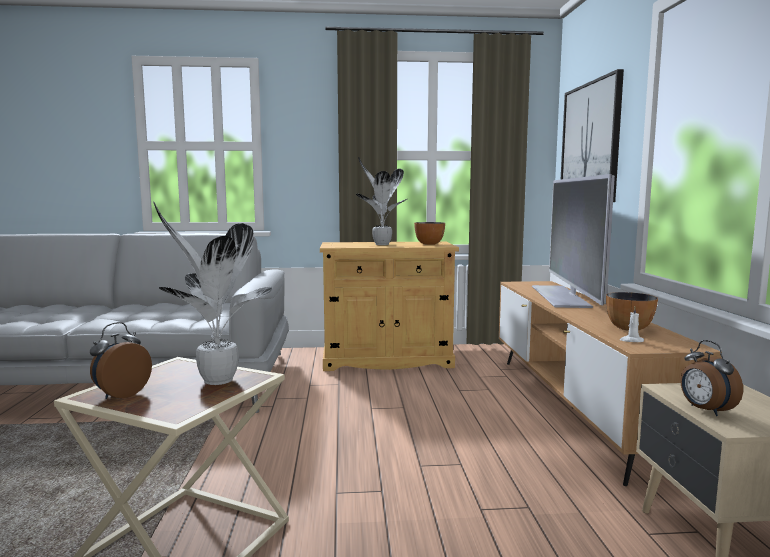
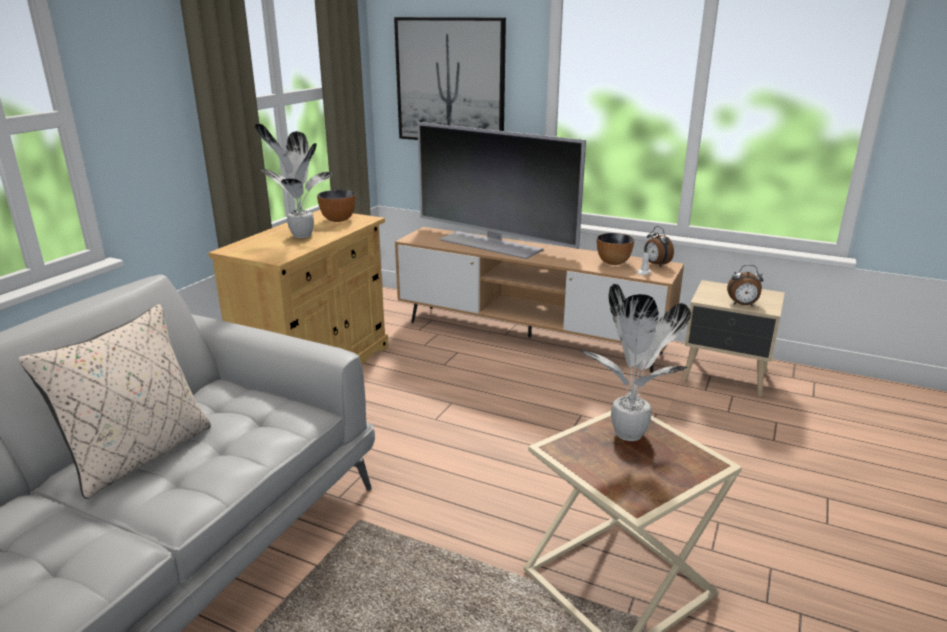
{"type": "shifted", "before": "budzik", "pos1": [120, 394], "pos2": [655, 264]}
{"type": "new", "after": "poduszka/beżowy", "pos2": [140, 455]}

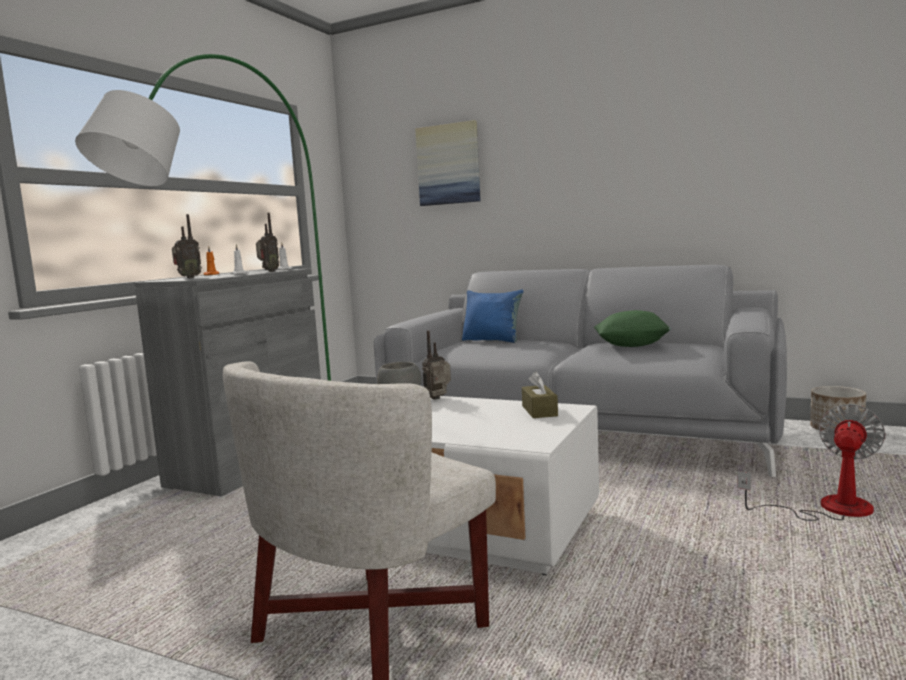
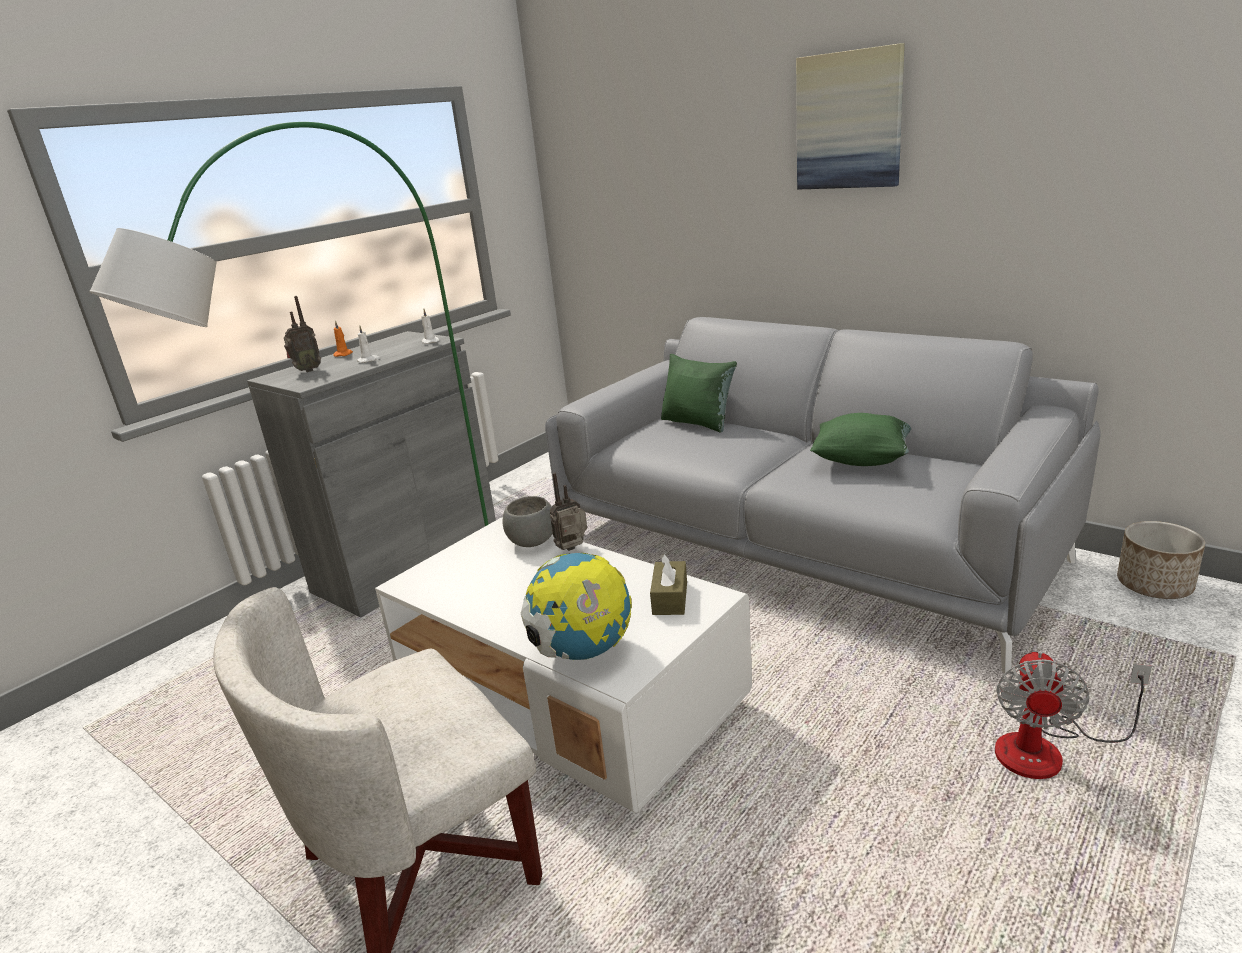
{"type": "gone", "before": "radio", "pos1": [268, 271]}
{"type": "shifted", "before": "obraz", "pos1": [448, 164], "pos2": [849, 121]}
{"type": "repainted", "before": "poduszka/niebieski", "after": "poduszka/zielony", "pos1": [492, 340], "pos2": [698, 423]}
{"type": "rotated", "before": "wentylator", "pos1": [828, 509], "pos2": [1047, 750], "turn": 150}
{"type": "new", "after": "globus", "pos2": [582, 652]}

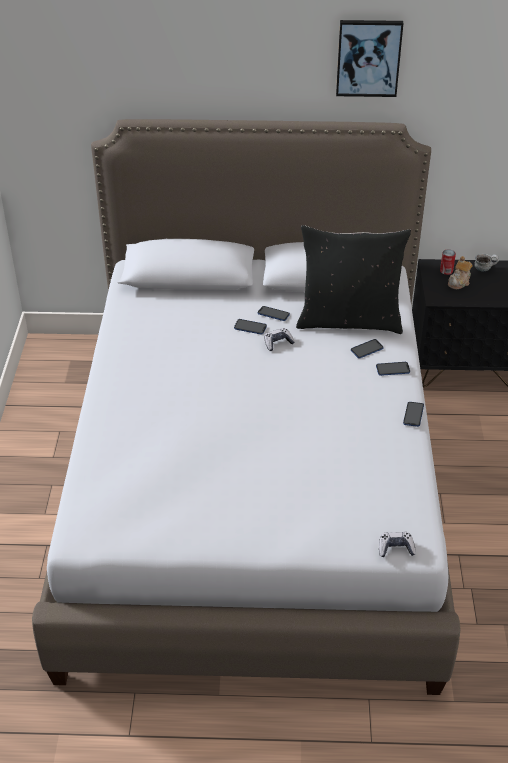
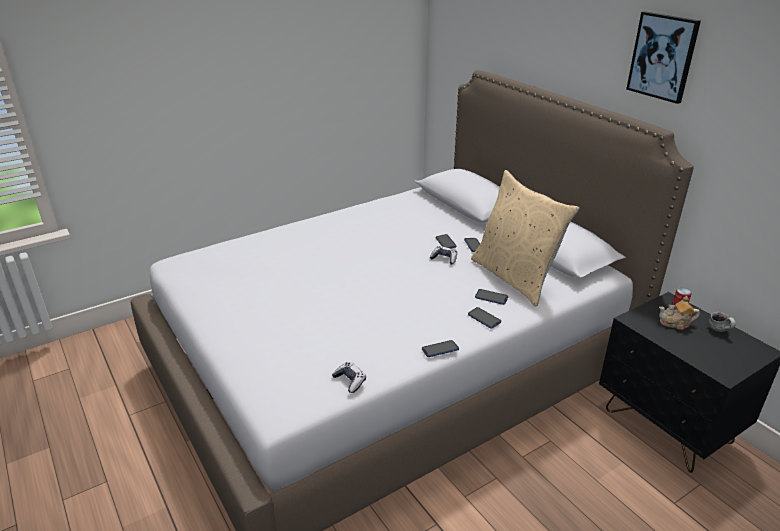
{"type": "repainted", "before": "poduszka/czarny", "after": "poduszka/beżowy", "pos1": [349, 320], "pos2": [515, 277]}
{"type": "shifted", "before": "pad do gier", "pos1": [395, 548], "pos2": [350, 381]}

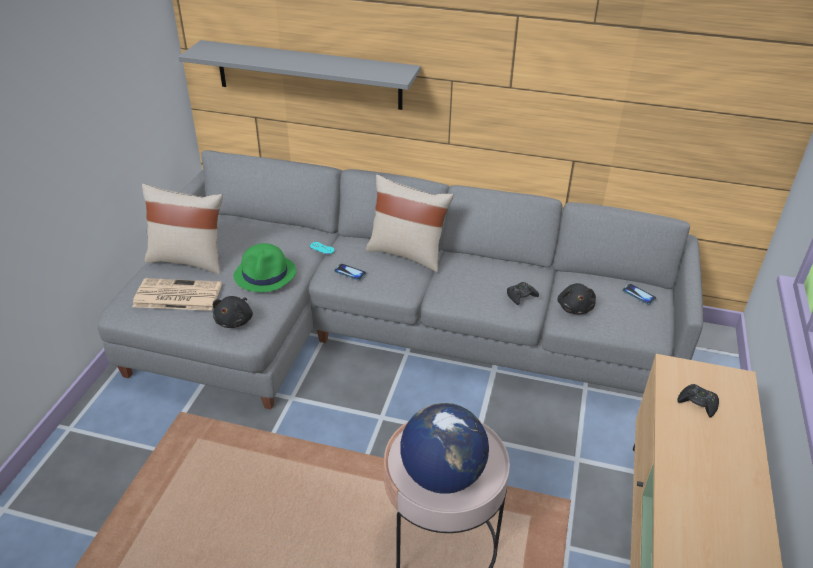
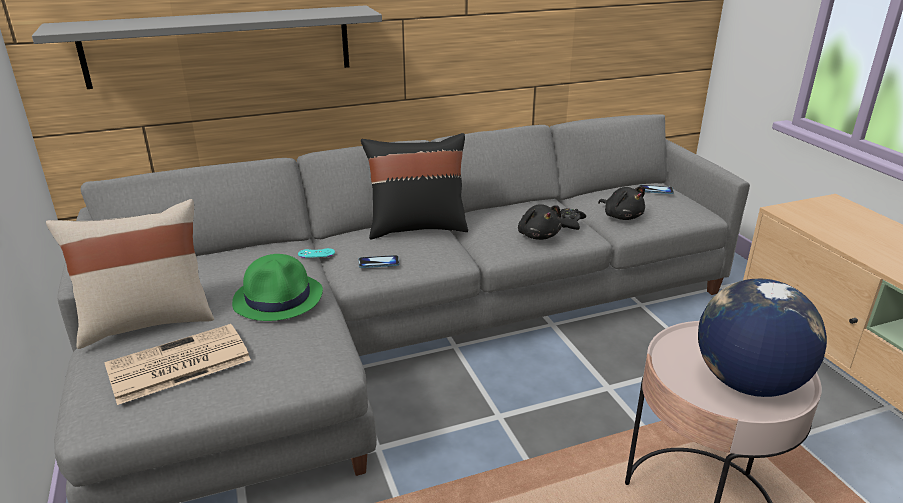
{"type": "shifted", "before": "pluszak/czarny", "pos1": [235, 321], "pos2": [538, 235]}
{"type": "repainted", "before": "poduszka/beżowy", "after": "poduszka/czarny", "pos1": [407, 253], "pos2": [417, 227]}
{"type": "gone", "before": "pad do gier/czarny", "pos1": [698, 403]}

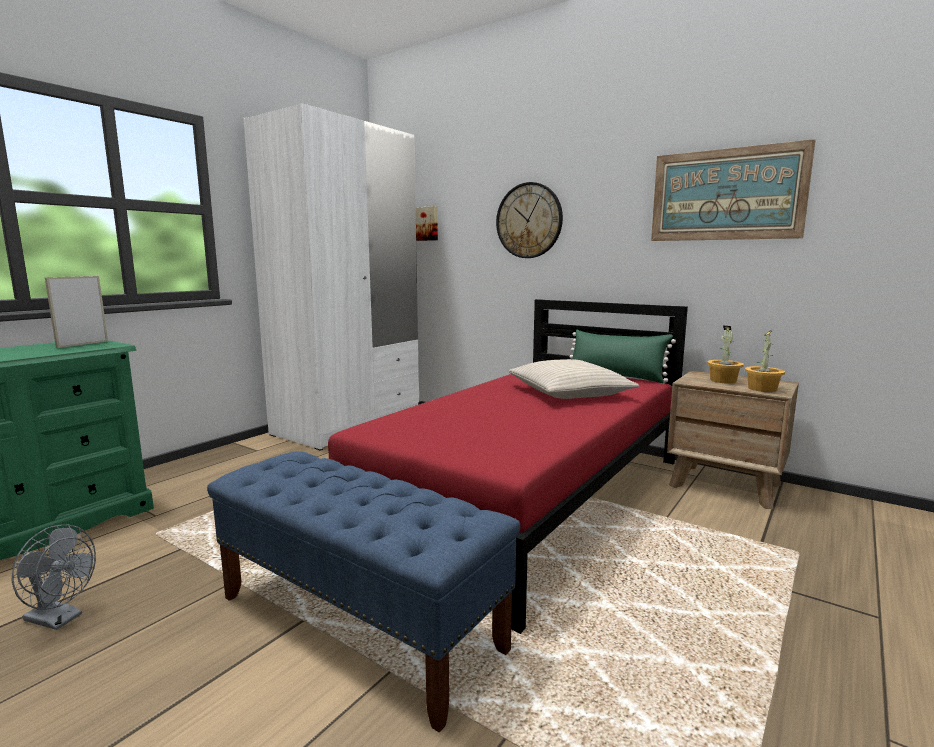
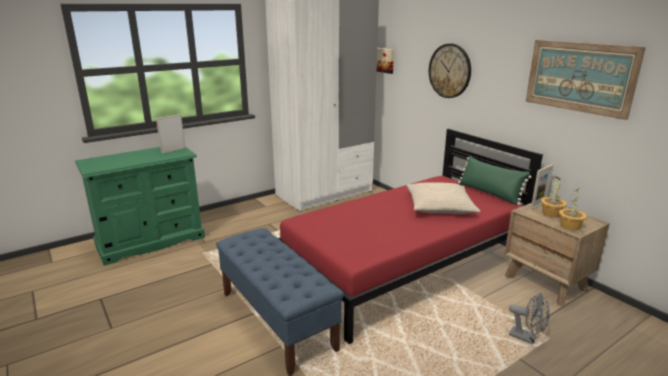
{"type": "shifted", "before": "wentylator/szary", "pos1": [60, 619], "pos2": [527, 338]}
{"type": "new", "after": "ramka na zdjęcie", "pos2": [538, 205]}

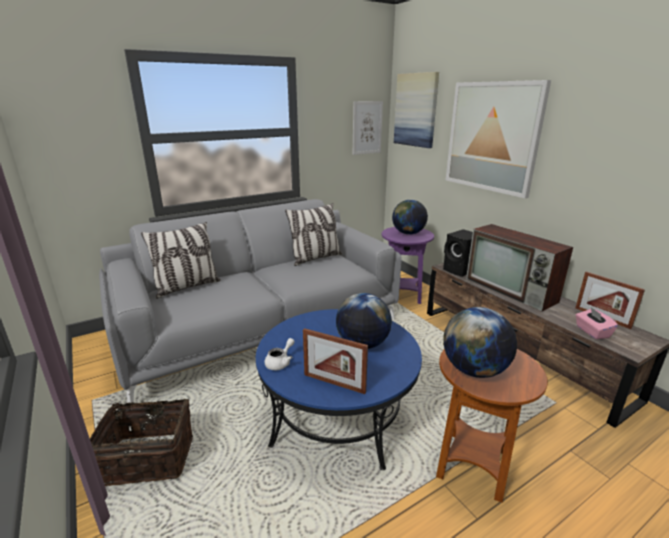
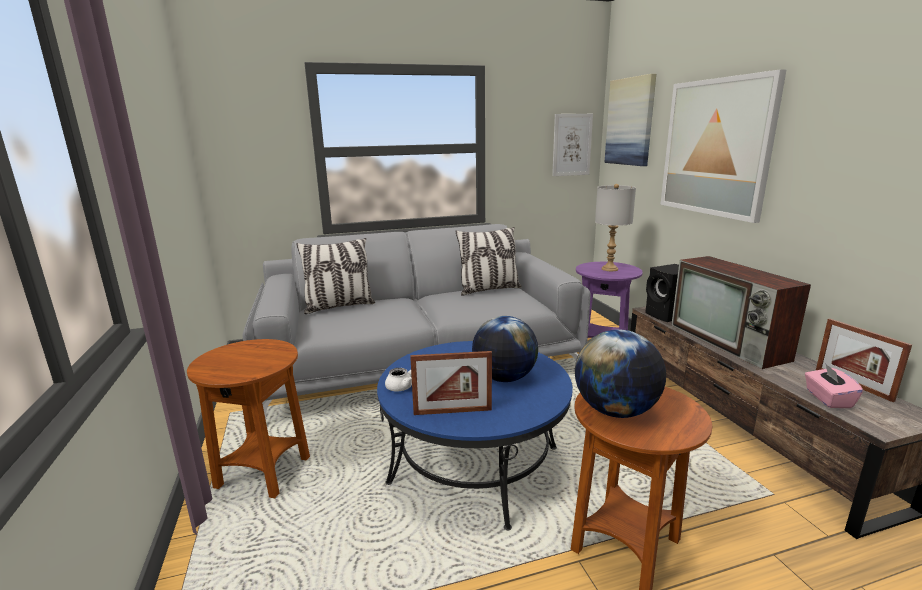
{"type": "swapped", "before": "koszyk", "after": "stolik/brązowy", "pos1": [149, 456], "pos2": [264, 472]}
{"type": "rotated", "before": "ramka na zdjęcie", "pos1": [334, 383], "pos2": [452, 411], "turn": -45}
{"type": "swapped", "before": "globus", "after": "lampa stołowa/szary", "pos1": [408, 233], "pos2": [609, 269]}

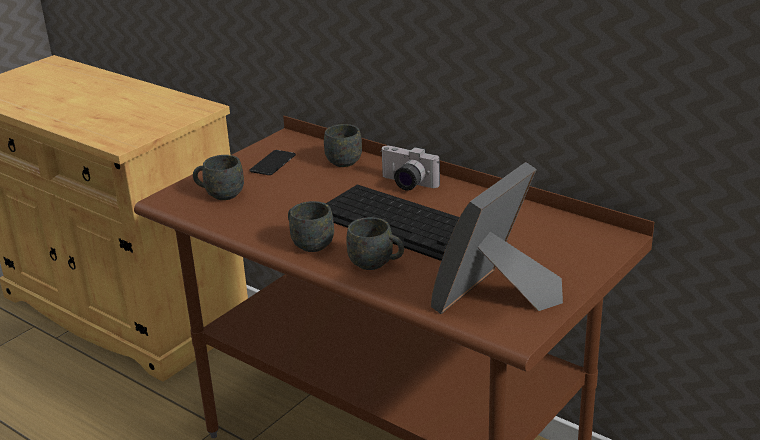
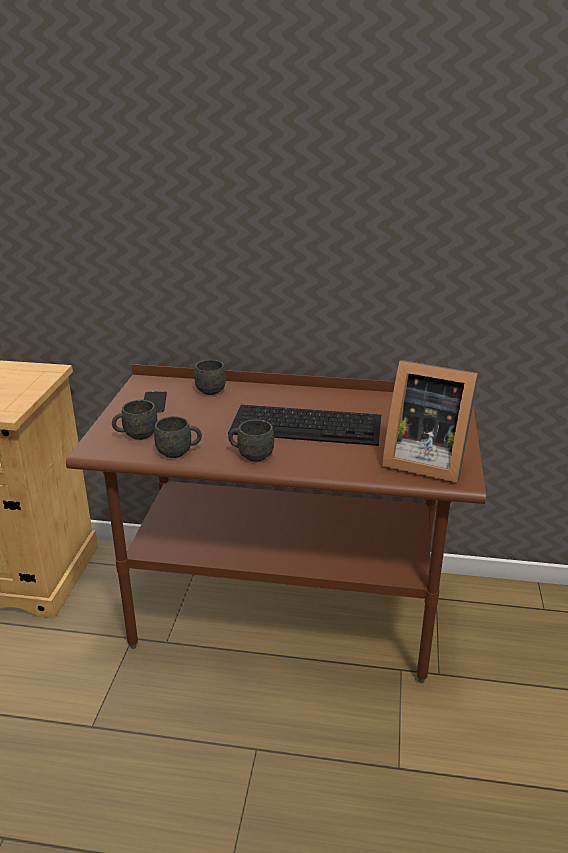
{"type": "shifted", "before": "kubek/szary", "pos1": [376, 264], "pos2": [179, 452]}
{"type": "gone", "before": "aparat fotograficzny", "pos1": [406, 184]}
{"type": "rotated", "before": "ramka na zdjęcie", "pos1": [495, 298], "pos2": [423, 460], "turn": -75}

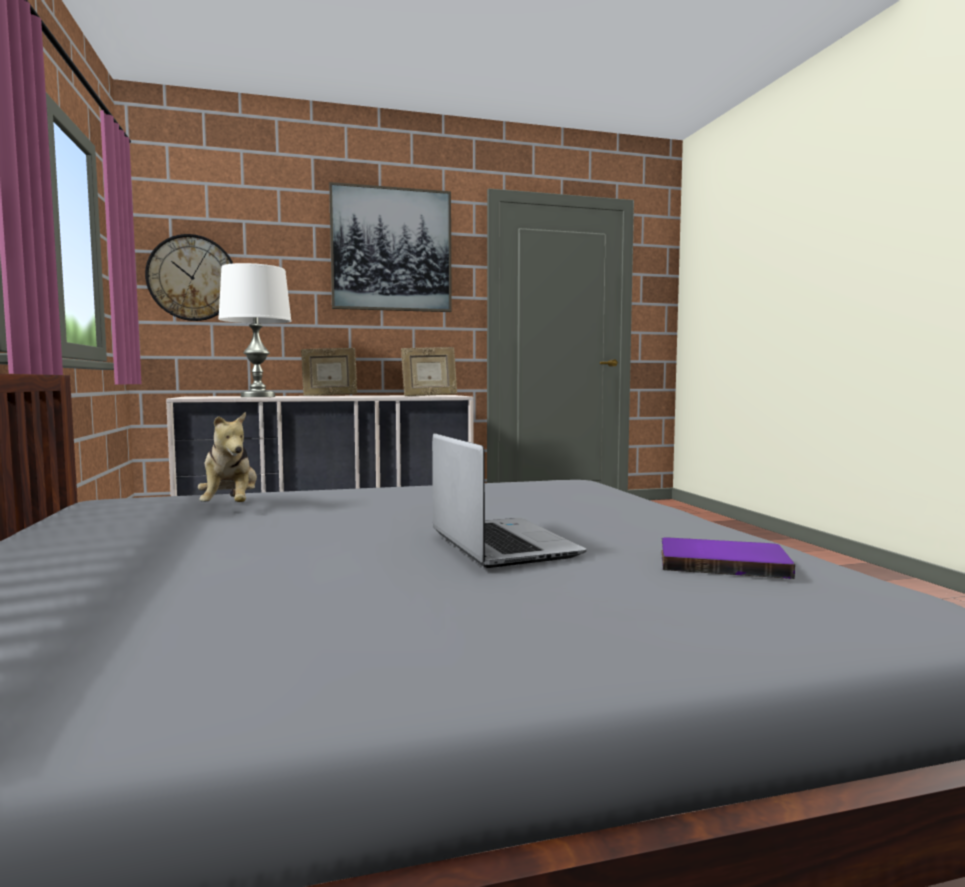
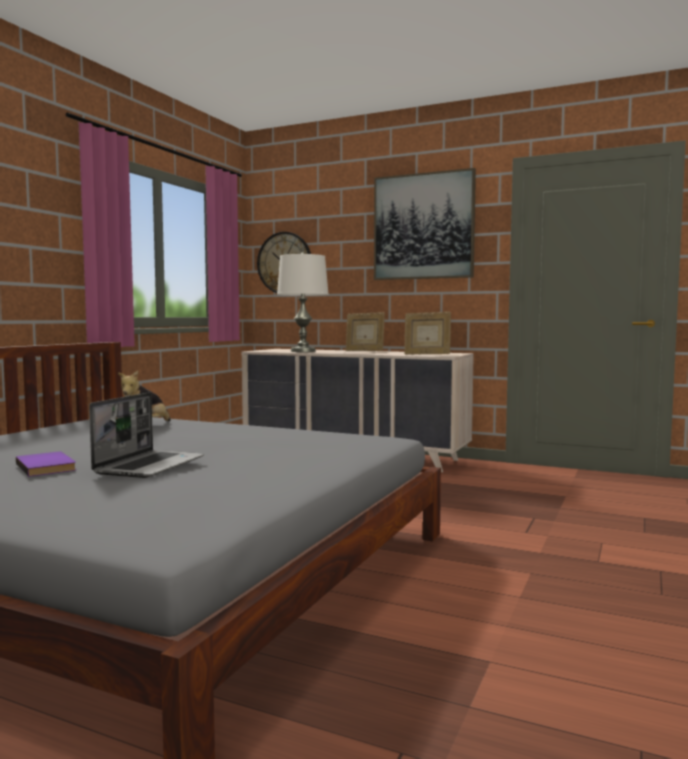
{"type": "shifted", "before": "książka/fioletowy", "pos1": [722, 562], "pos2": [48, 466]}

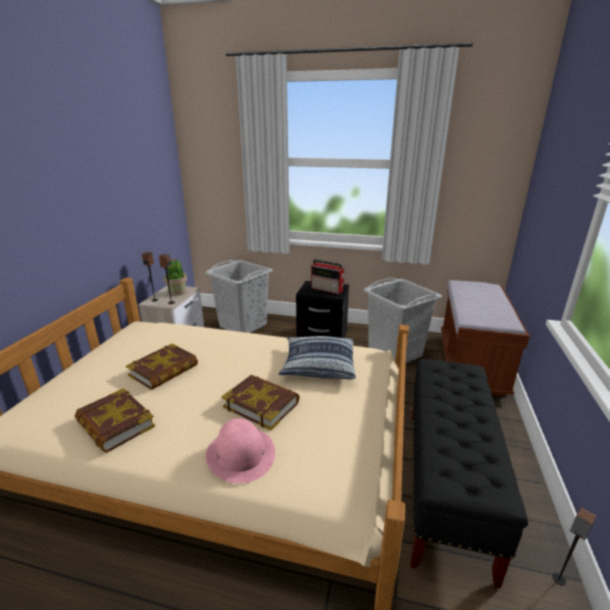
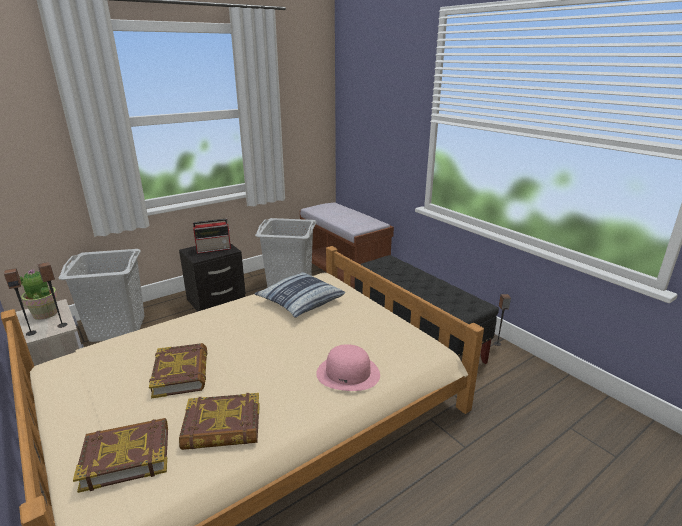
{"type": "shifted", "before": "książka", "pos1": [261, 404], "pos2": [126, 457]}

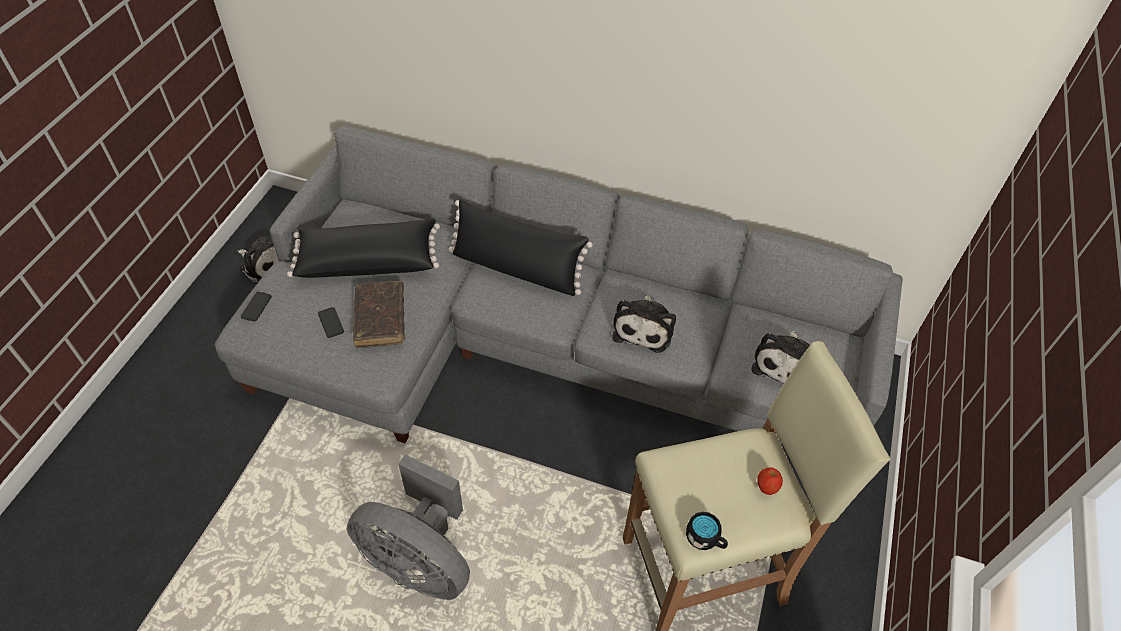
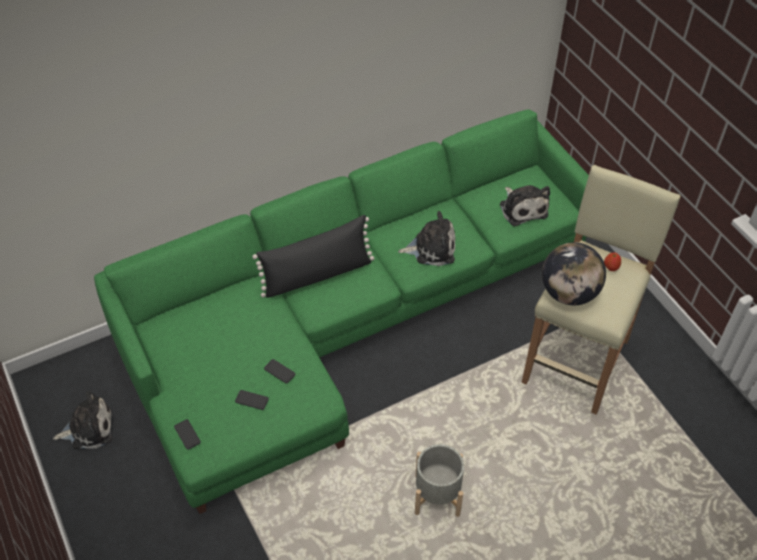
{"type": "repainted", "before": "kanapa/szary", "after": "kanapa/zielony", "pos1": [536, 341], "pos2": [341, 321]}
{"type": "gone", "before": "poduszka/czarny", "pos1": [368, 260]}
{"type": "swapped", "before": "wentylator/szary", "after": "donica/szary", "pos1": [420, 560], "pos2": [437, 495]}
{"type": "swapped", "before": "książka/brązowy", "after": "telefon", "pos1": [380, 319], "pos2": [279, 371]}
{"type": "rotated", "before": "pluszak", "pos1": [644, 327], "pos2": [431, 248], "turn": -60}
{"type": "gone", "before": "kubek/czarny", "pos1": [705, 539]}
{"type": "new", "after": "globus", "pos2": [569, 293]}

